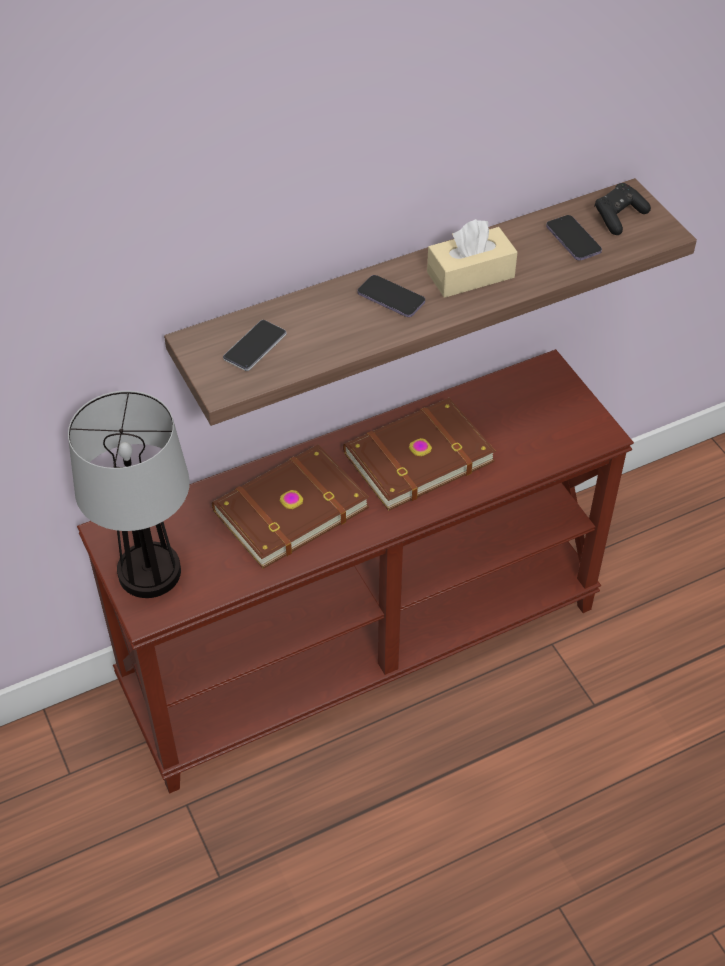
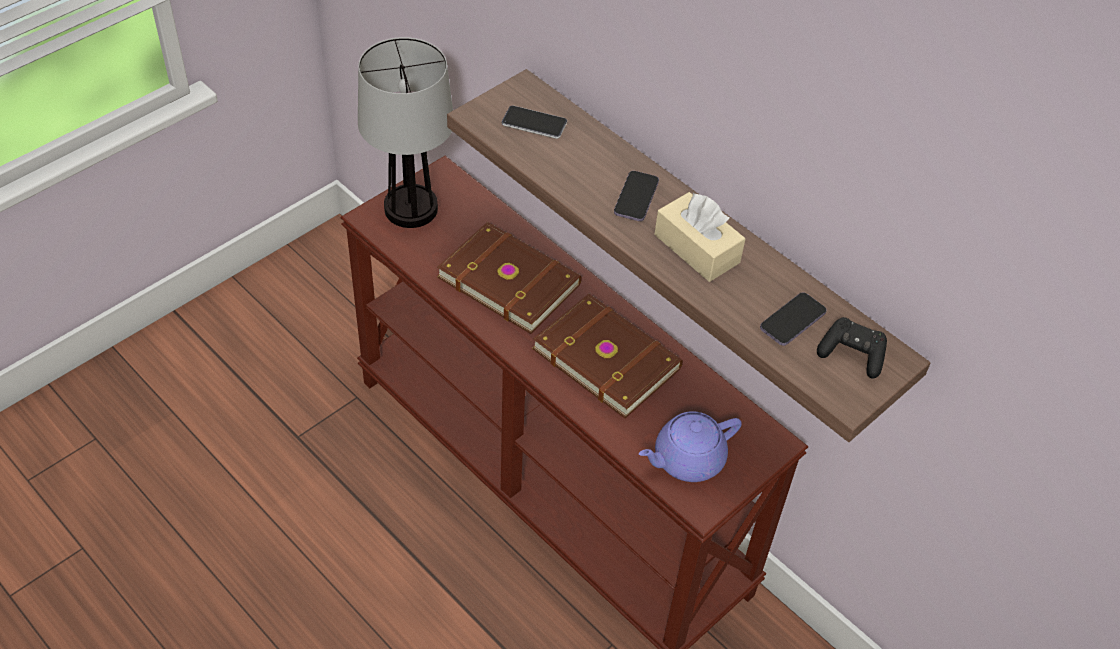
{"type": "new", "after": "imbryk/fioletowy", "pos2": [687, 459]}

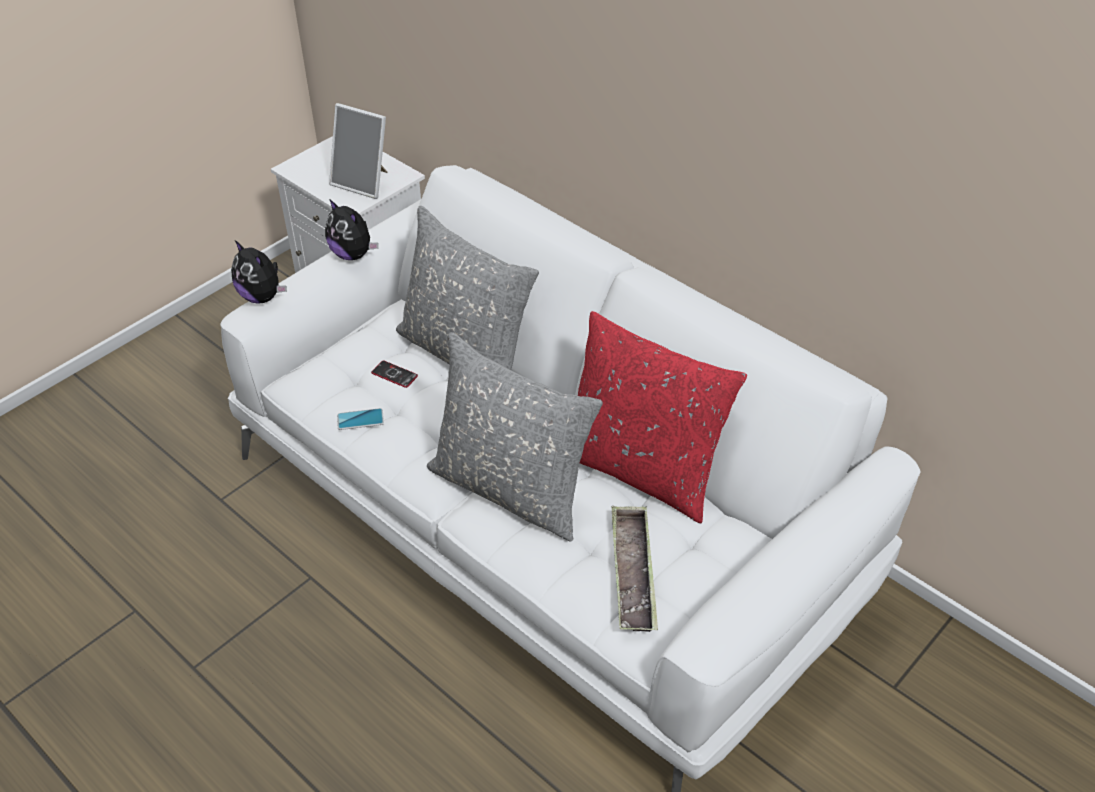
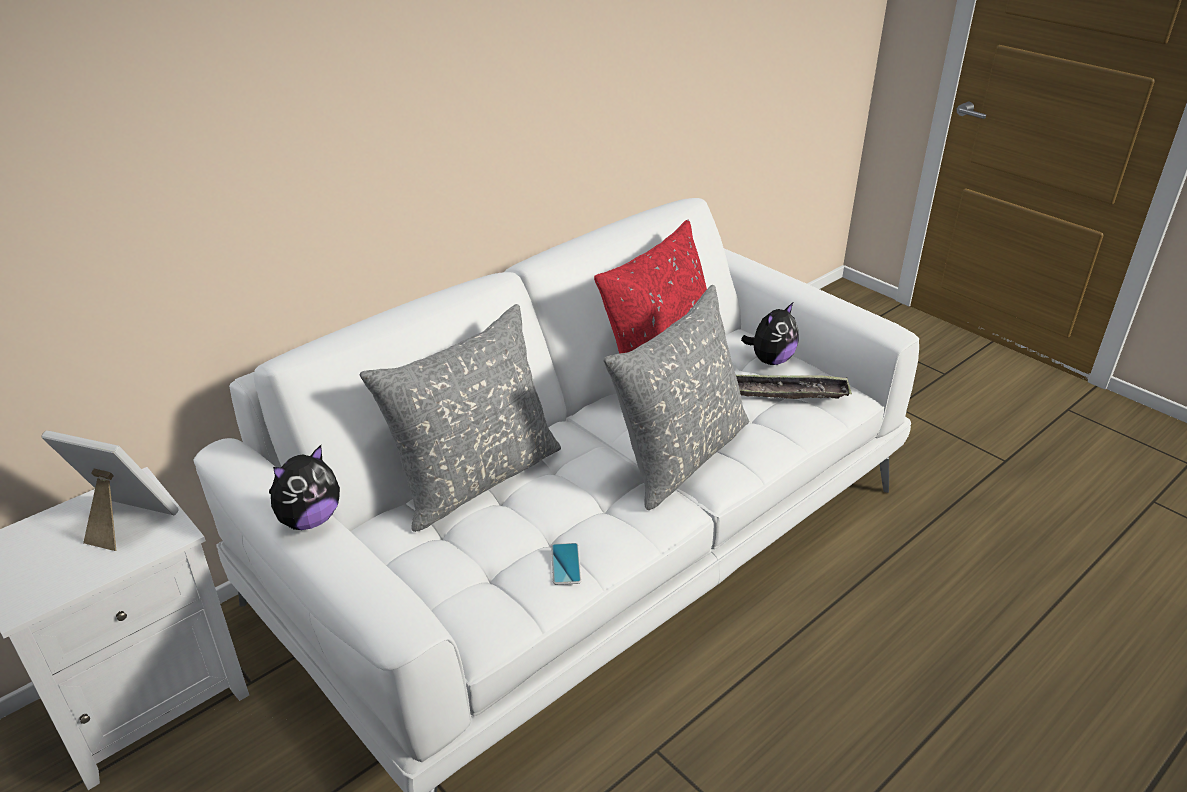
{"type": "shifted", "before": "pluszak", "pos1": [262, 296], "pos2": [770, 360]}
{"type": "rotated", "before": "ramka na zdjęcie", "pos1": [364, 182], "pos2": [124, 522], "turn": -105}
{"type": "gone", "before": "telefon", "pos1": [394, 375]}

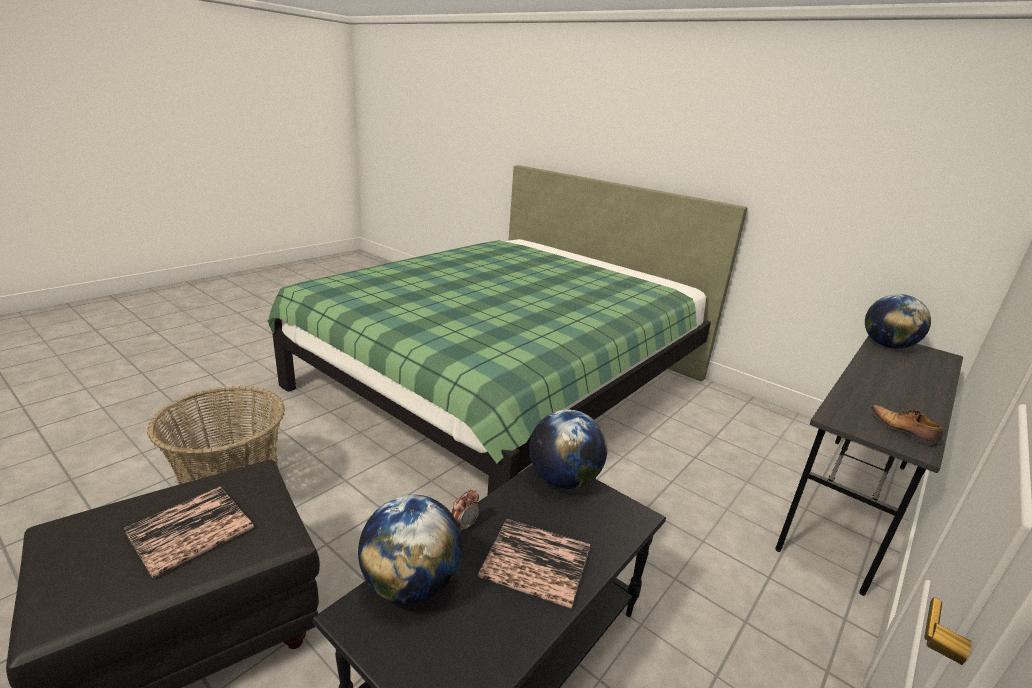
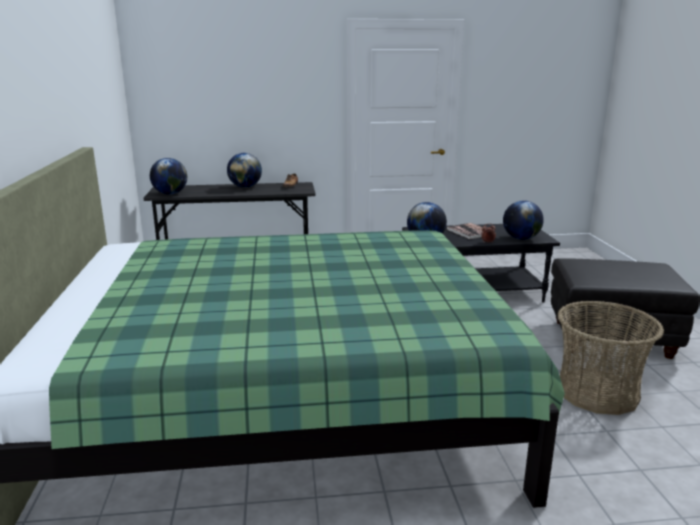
{"type": "gone", "before": "książka", "pos1": [190, 531]}
{"type": "new", "after": "globus", "pos2": [245, 187]}

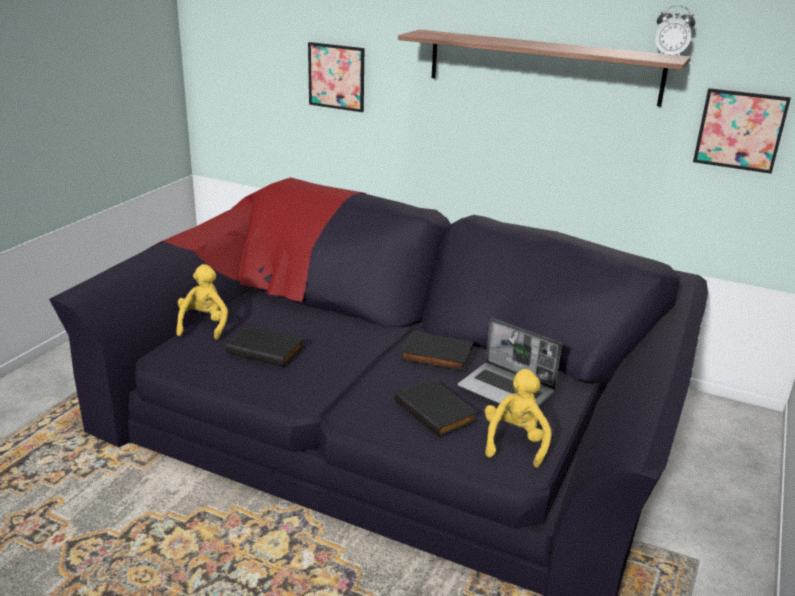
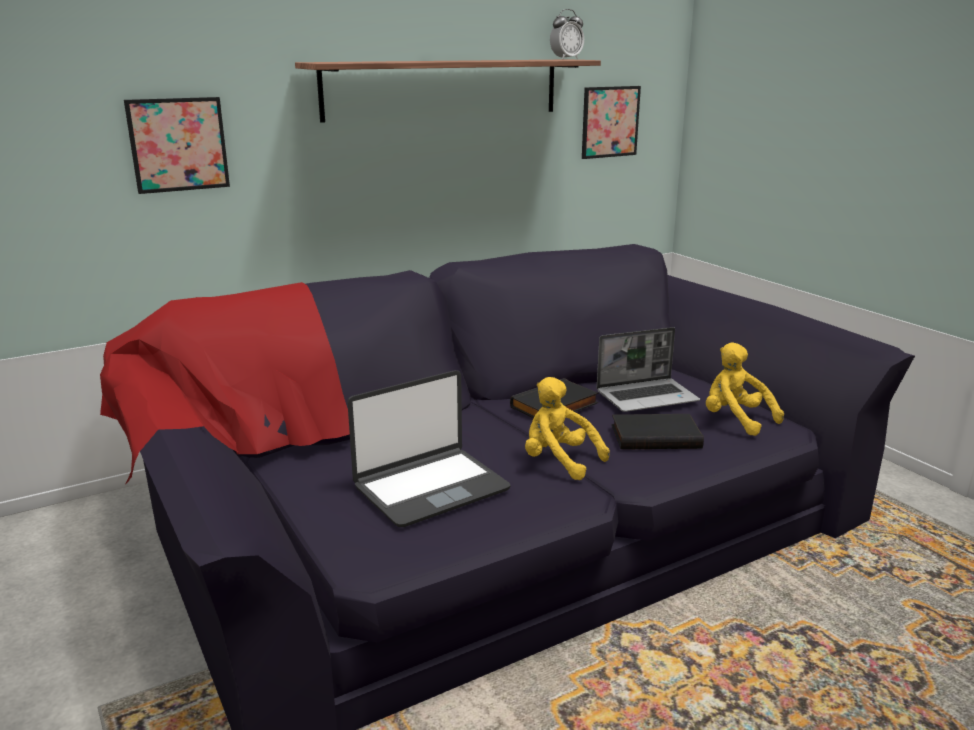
{"type": "shifted", "before": "pluszak/żółty", "pos1": [204, 325], "pos2": [559, 461]}
{"type": "swapped", "before": "książka/czarny", "after": "laptop", "pos1": [267, 349], "pos2": [430, 487]}

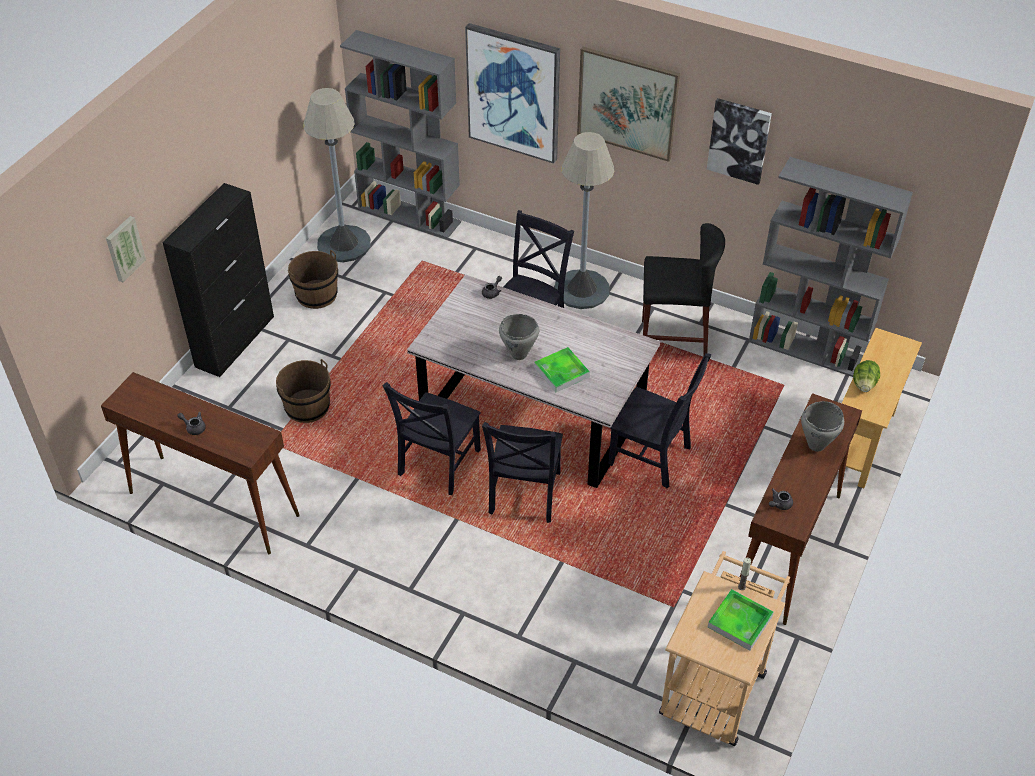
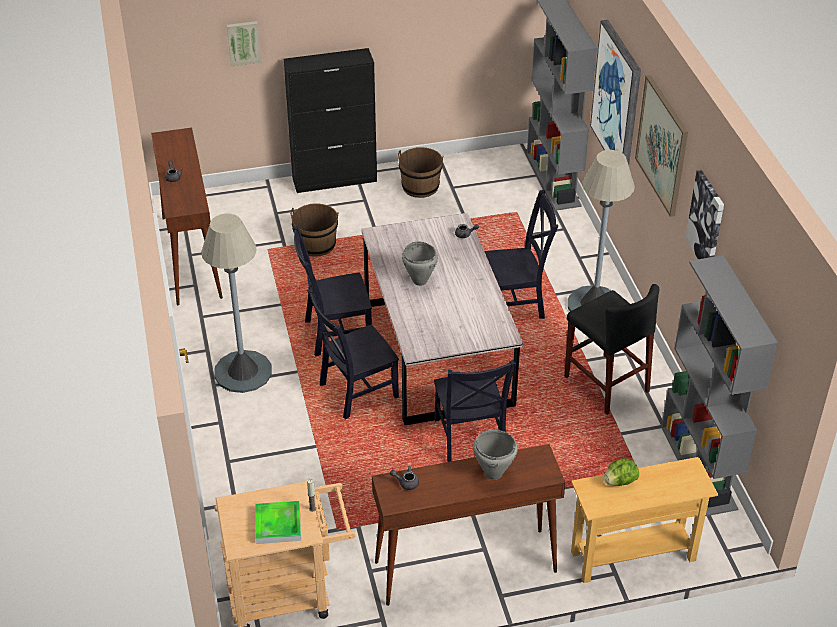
{"type": "shifted", "before": "lampa stojąca/szary", "pos1": [344, 244], "pos2": [243, 372]}
{"type": "gone", "before": "taca", "pos1": [561, 372]}

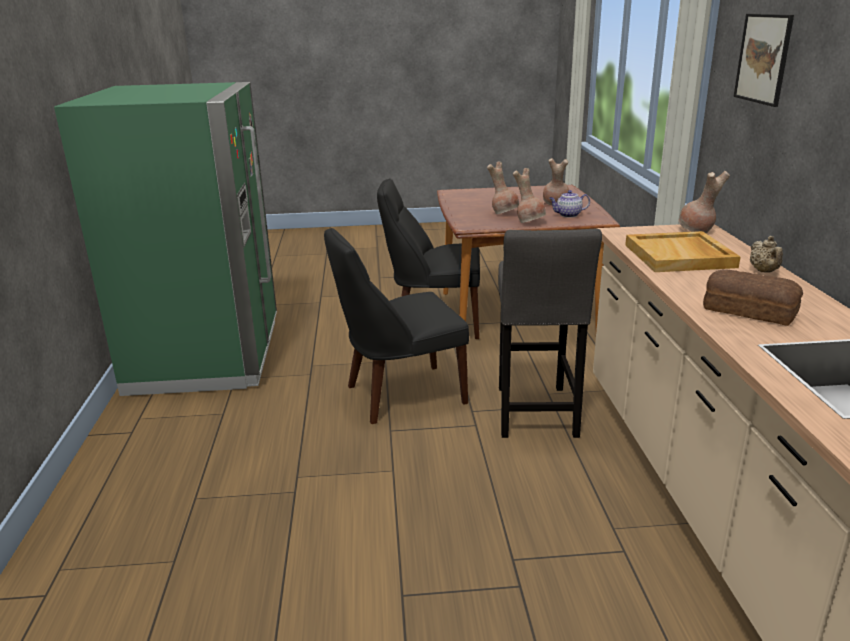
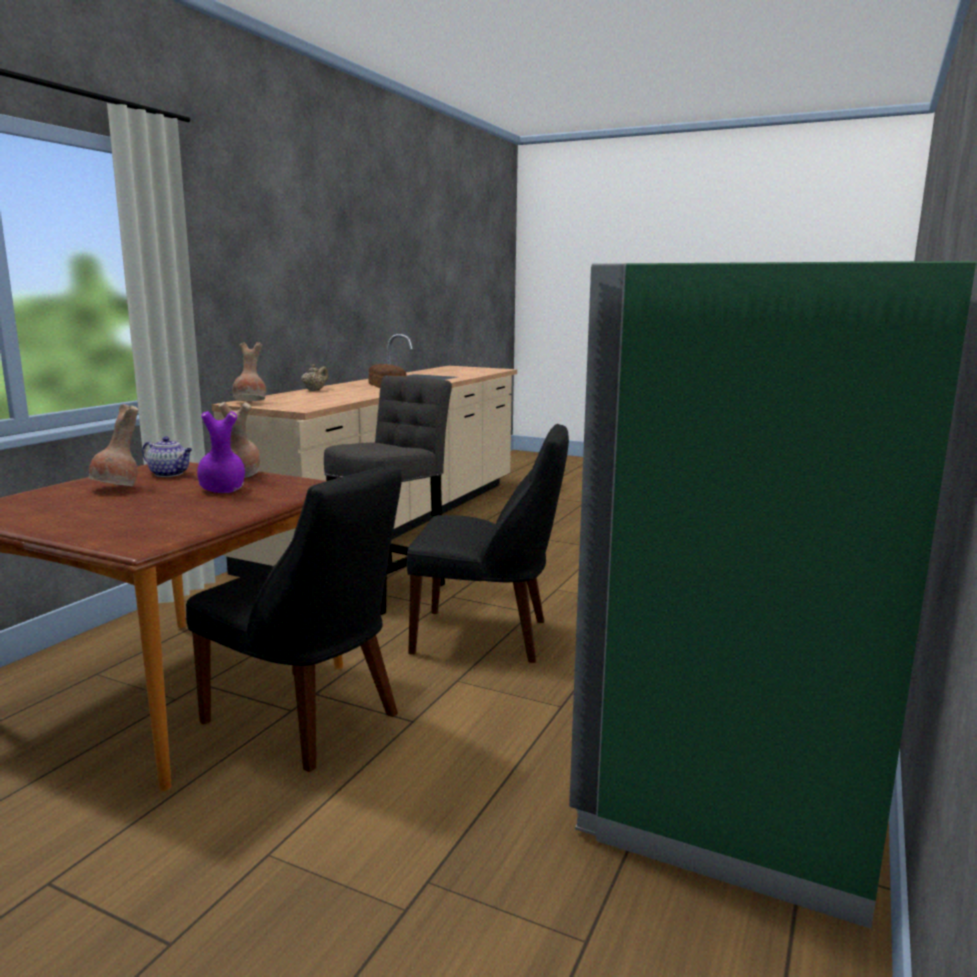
{"type": "repainted", "before": "wazon/brązowy", "after": "wazon/fioletowy", "pos1": [504, 213], "pos2": [222, 490]}
{"type": "gone", "before": "taca/beżowy", "pos1": [680, 256]}
{"type": "gone", "before": "obraz", "pos1": [763, 58]}

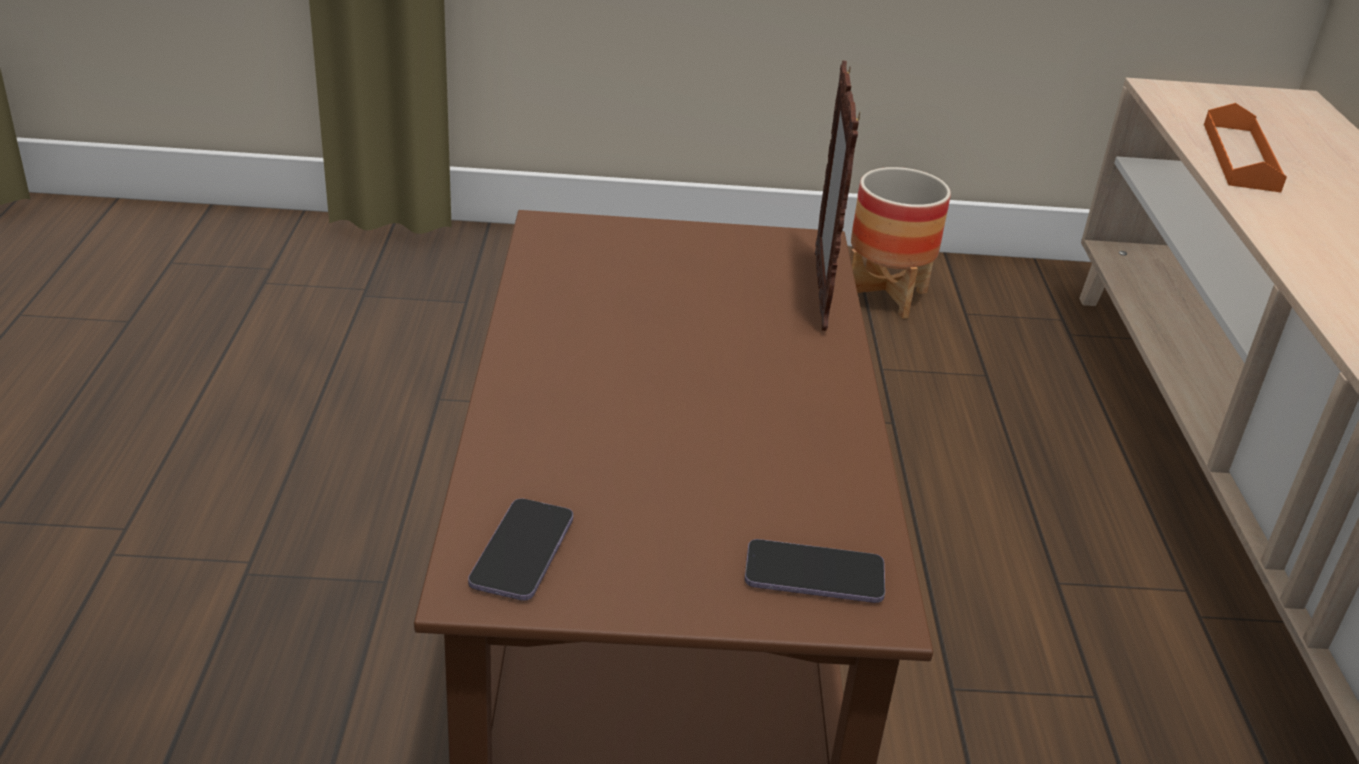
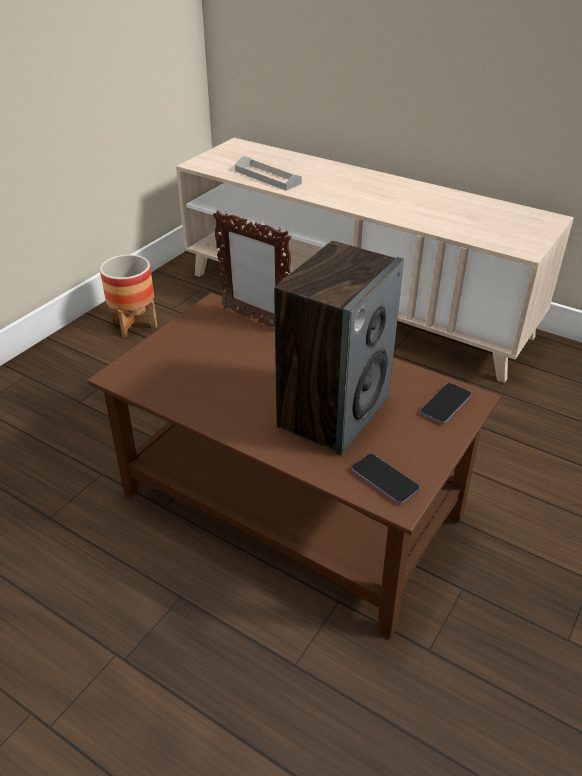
{"type": "repainted", "before": "taca/pomarańczowy", "after": "taca/szary", "pos1": [1240, 156], "pos2": [267, 177]}
{"type": "new", "after": "głośnik", "pos2": [333, 412]}

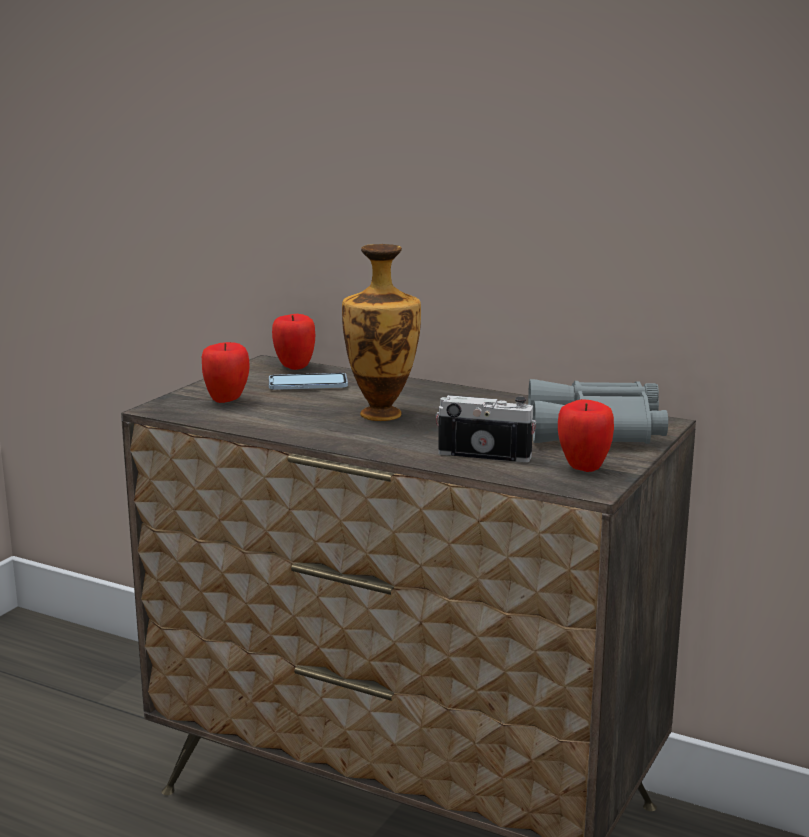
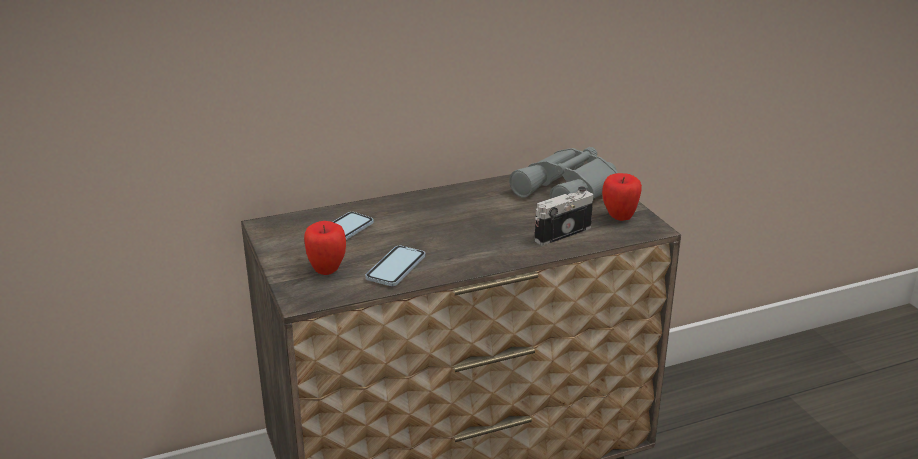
{"type": "gone", "before": "jabłko", "pos1": [294, 367]}
{"type": "gone", "before": "wazon", "pos1": [382, 413]}
{"type": "new", "after": "telefon", "pos2": [396, 268]}

